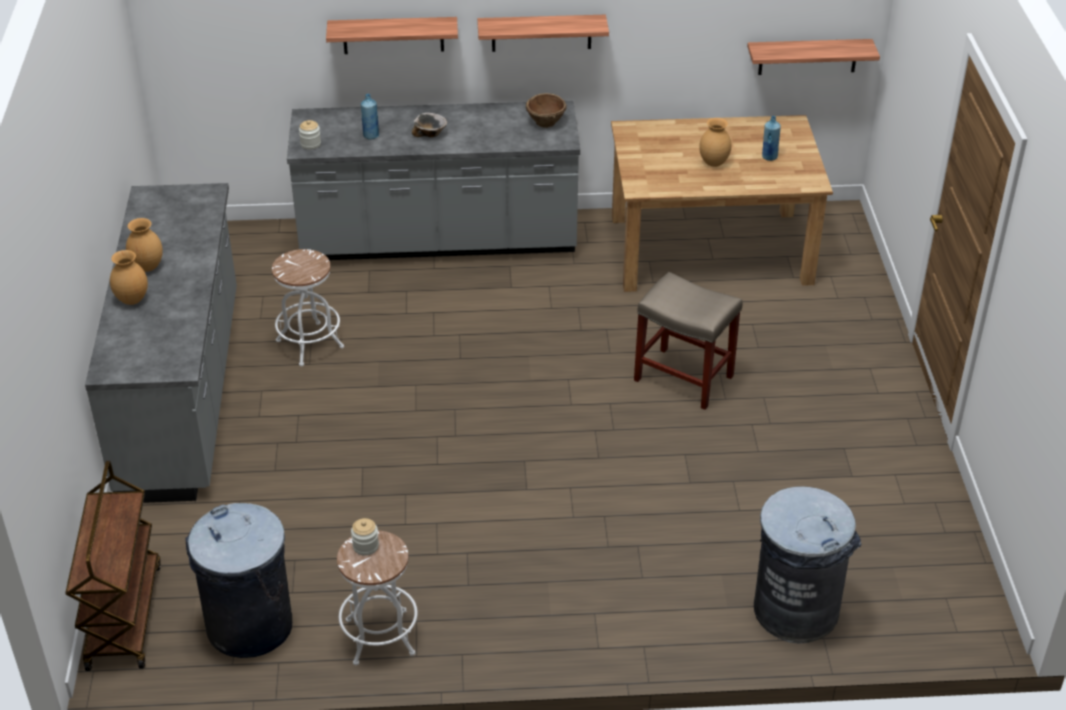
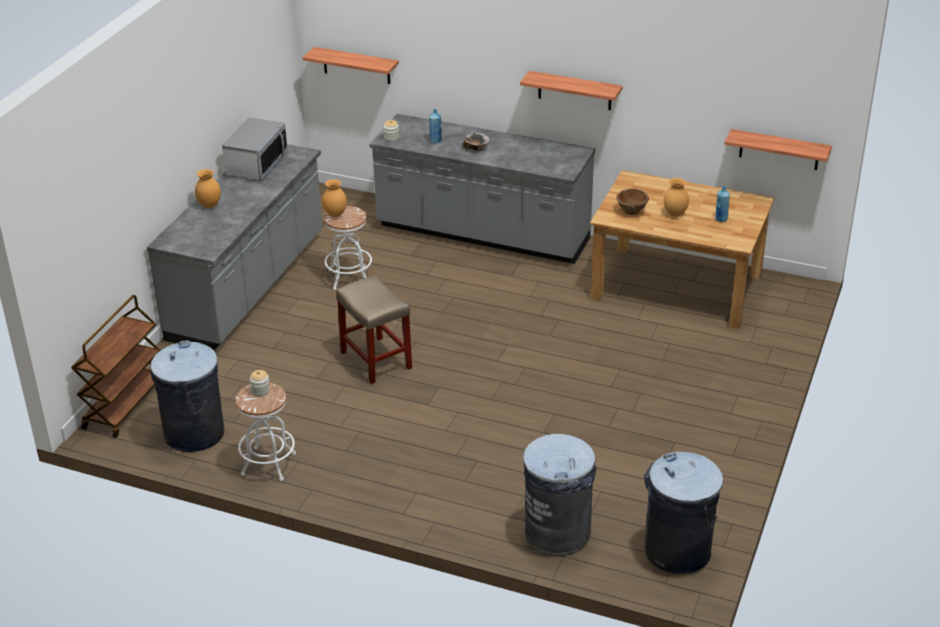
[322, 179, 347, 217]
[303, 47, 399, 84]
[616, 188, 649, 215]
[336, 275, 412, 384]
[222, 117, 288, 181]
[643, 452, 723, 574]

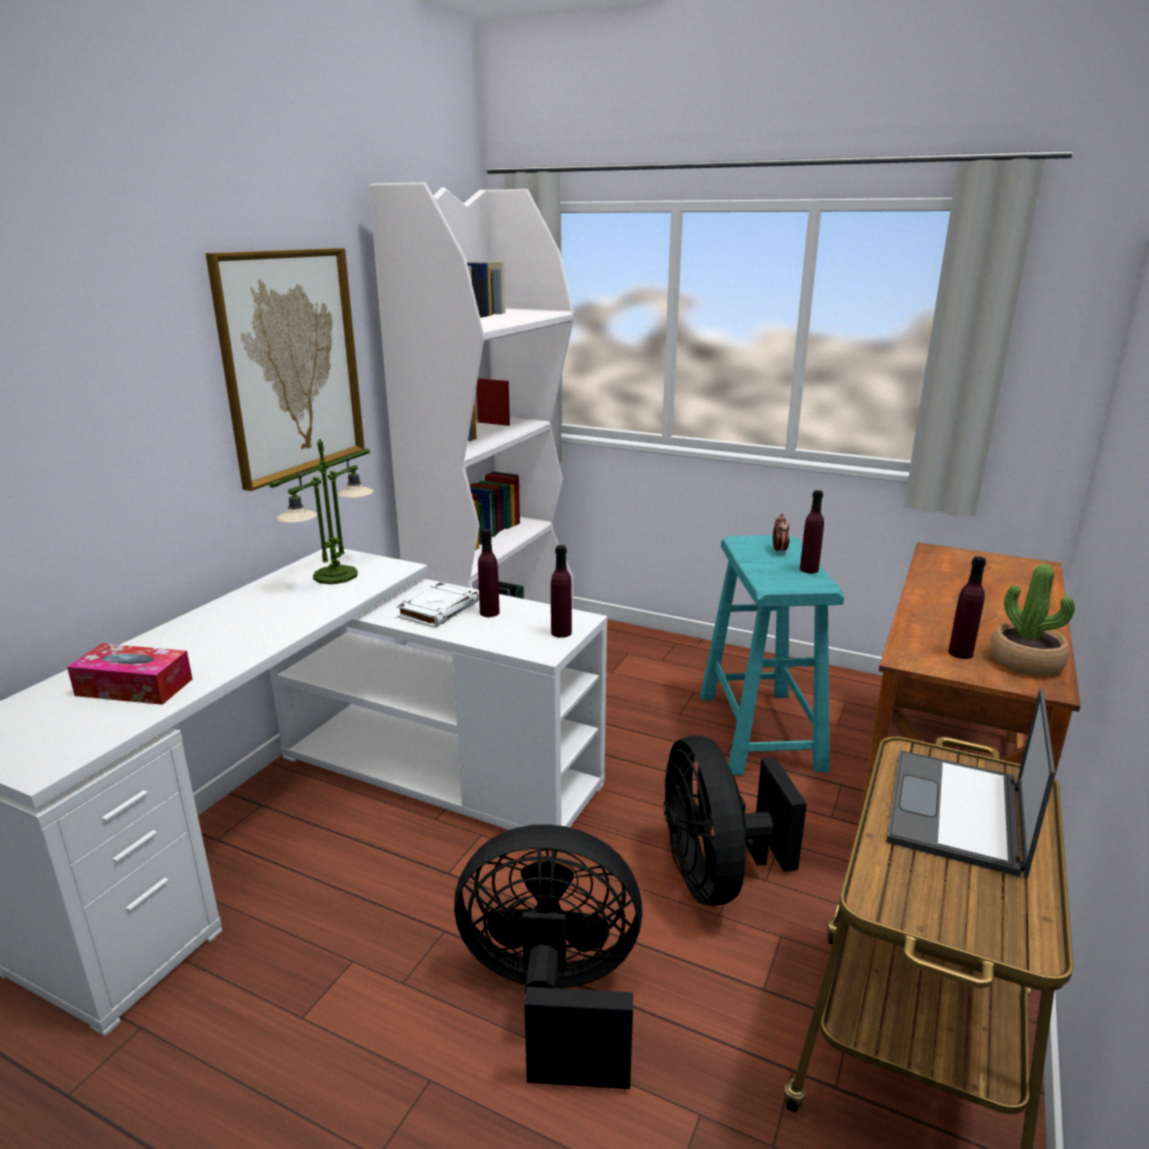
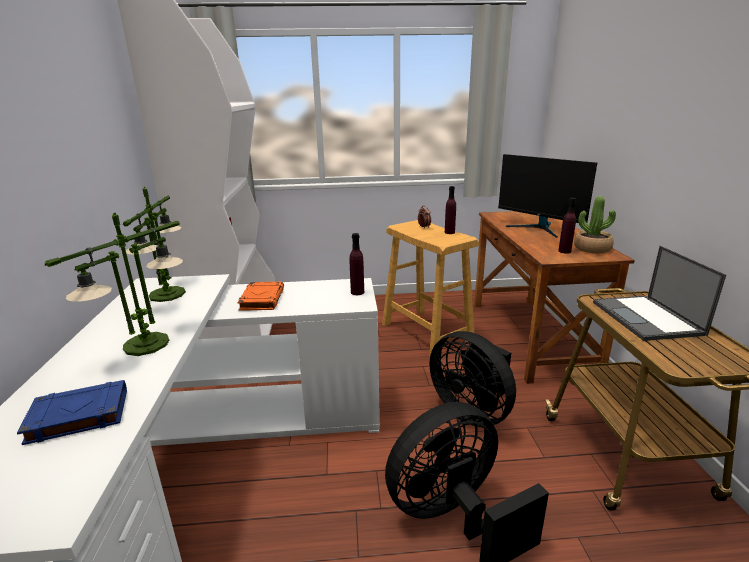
[17, 380, 127, 445]
[206, 248, 365, 491] (first image)
[237, 282, 284, 311]
[478, 529, 500, 617] (first image)
[382, 220, 479, 356]
[45, 213, 183, 356]
[498, 154, 597, 238]

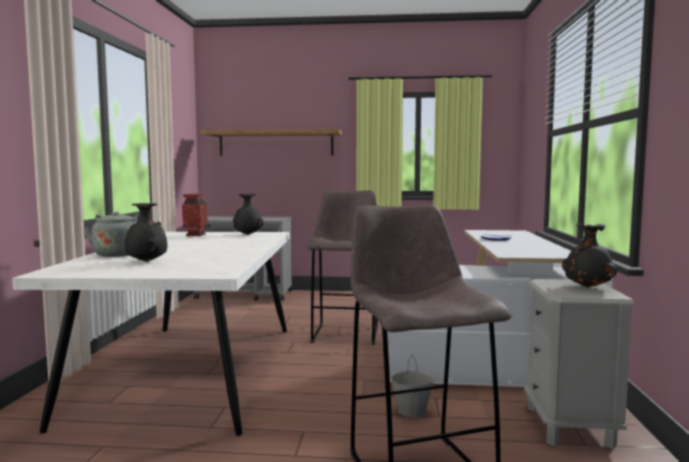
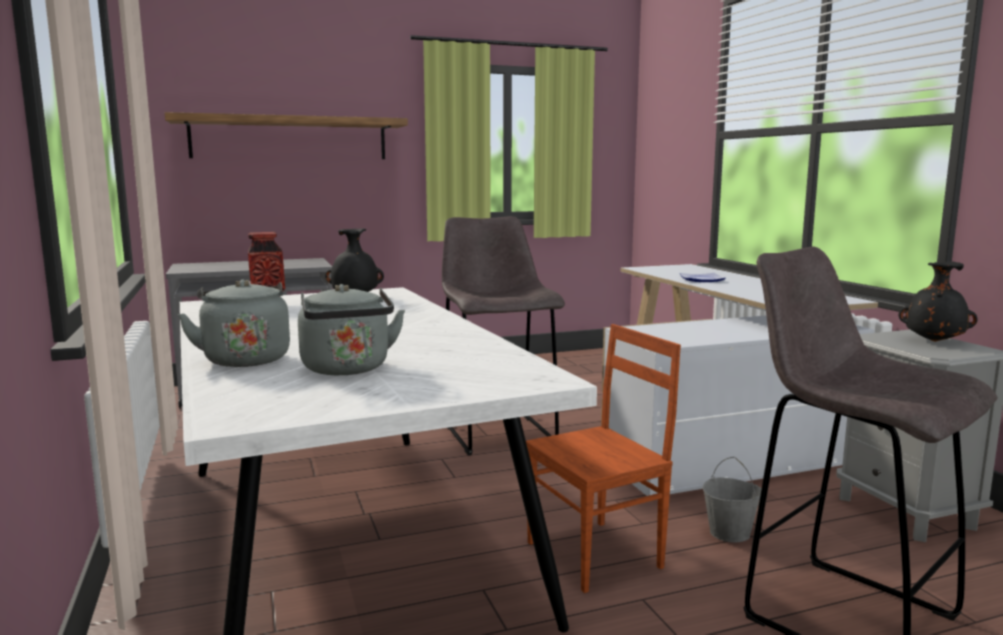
[298, 284, 405, 375]
[526, 324, 681, 593]

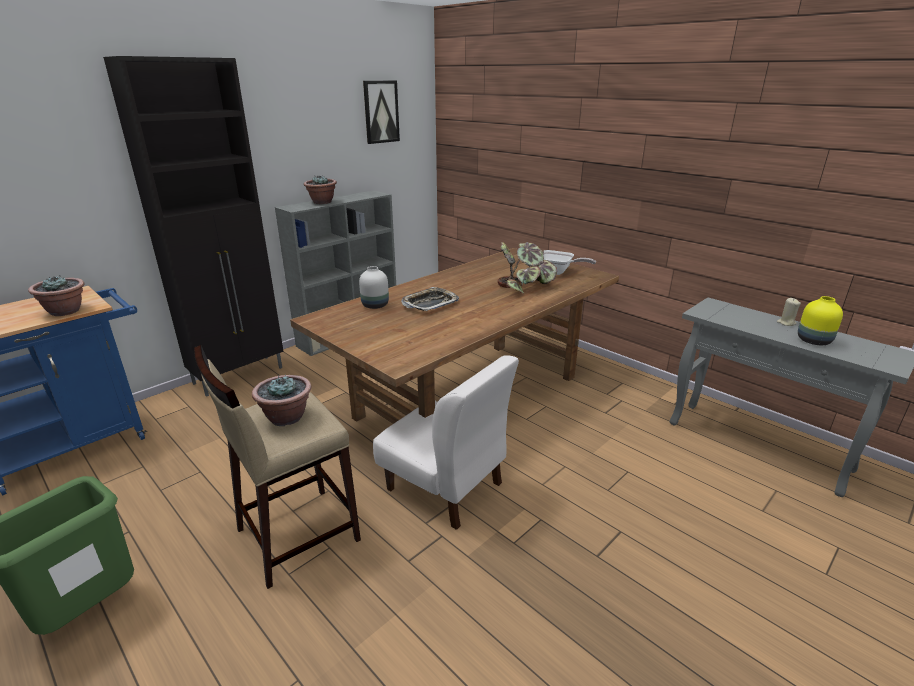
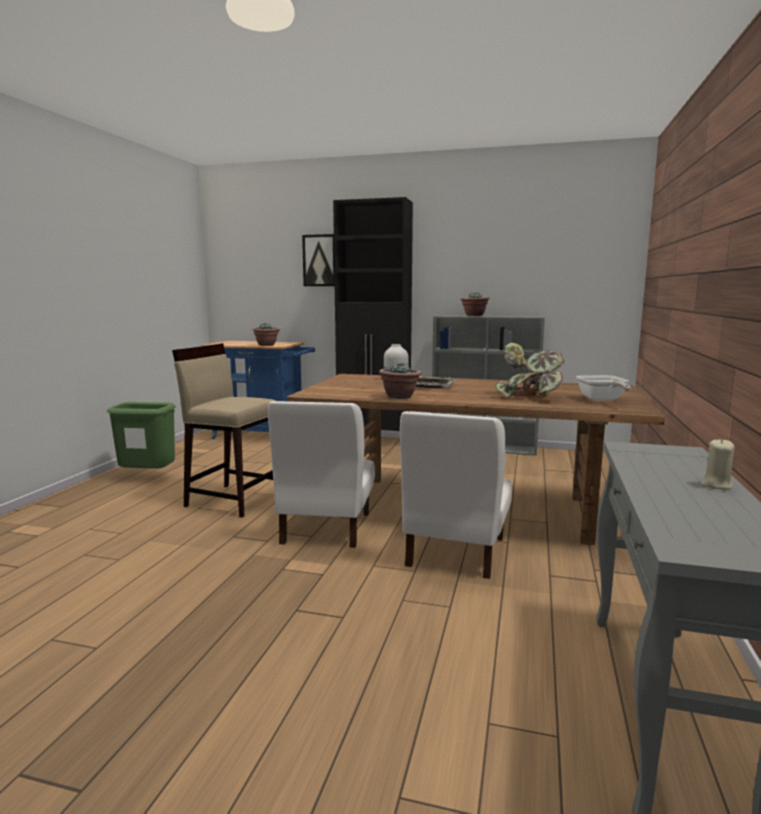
[379, 362, 422, 399]
[302, 234, 335, 286]
[798, 296, 843, 345] (first image)
[400, 411, 512, 579]

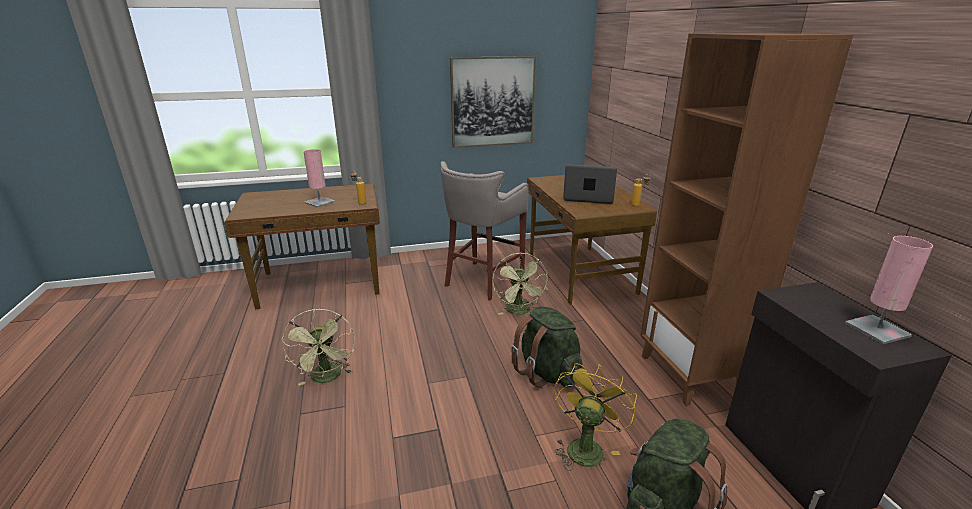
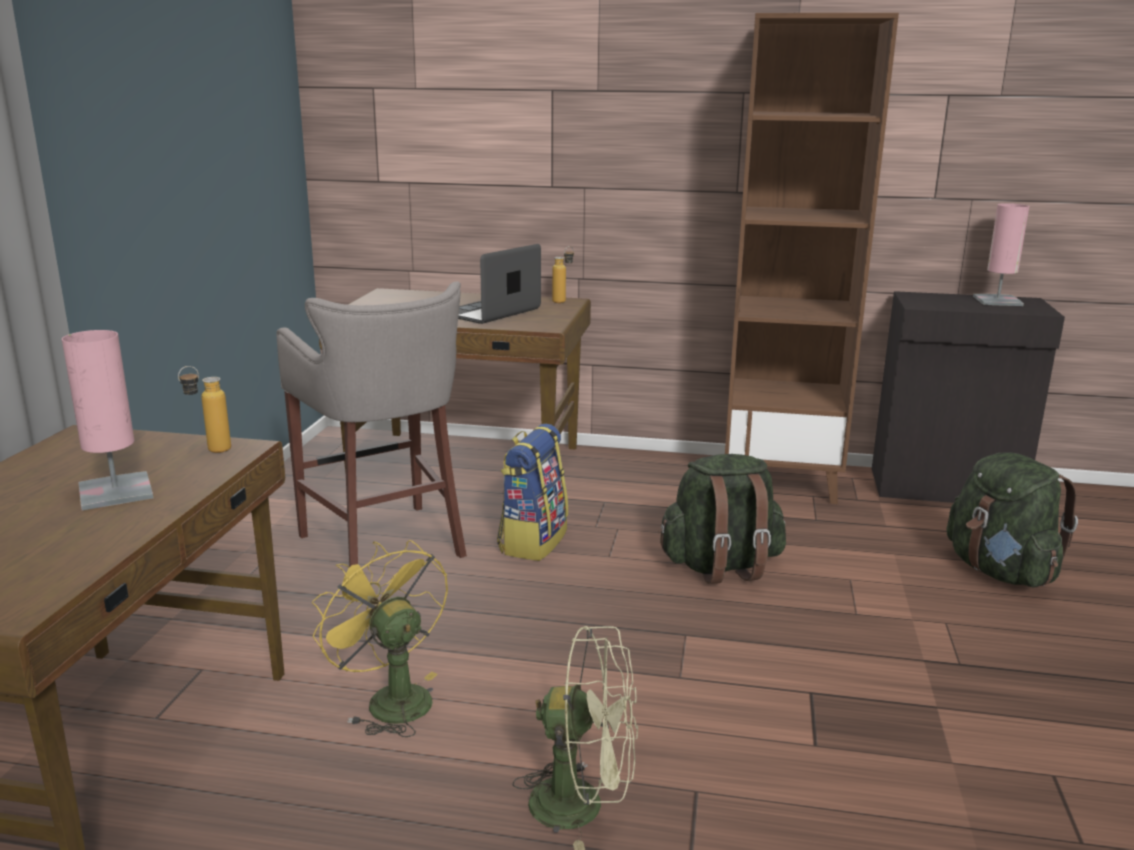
[450, 56, 536, 148] (first image)
[497, 424, 568, 561]
[312, 540, 448, 737]

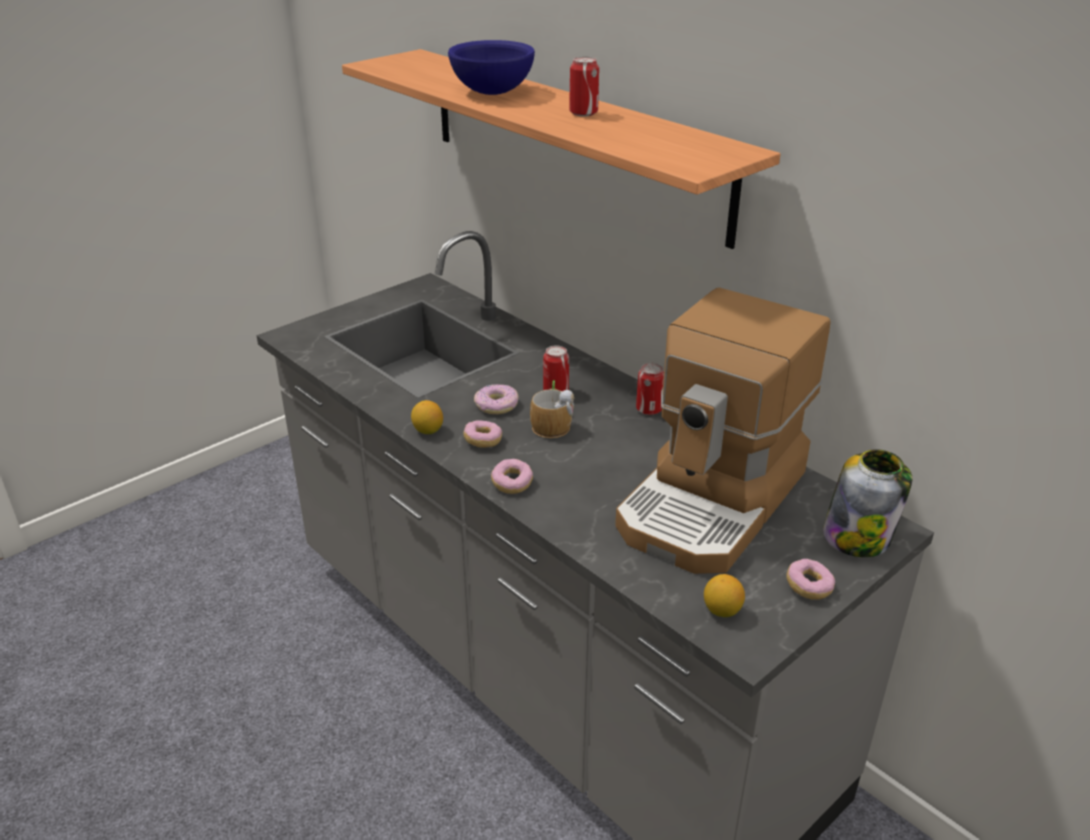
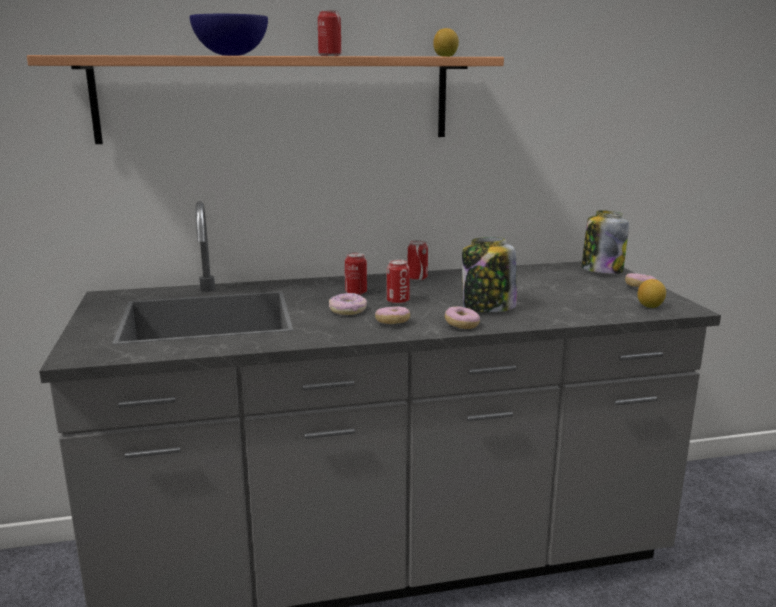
[433, 28, 459, 57]
[387, 259, 410, 304]
[615, 287, 831, 574] (first image)
[462, 237, 517, 312]

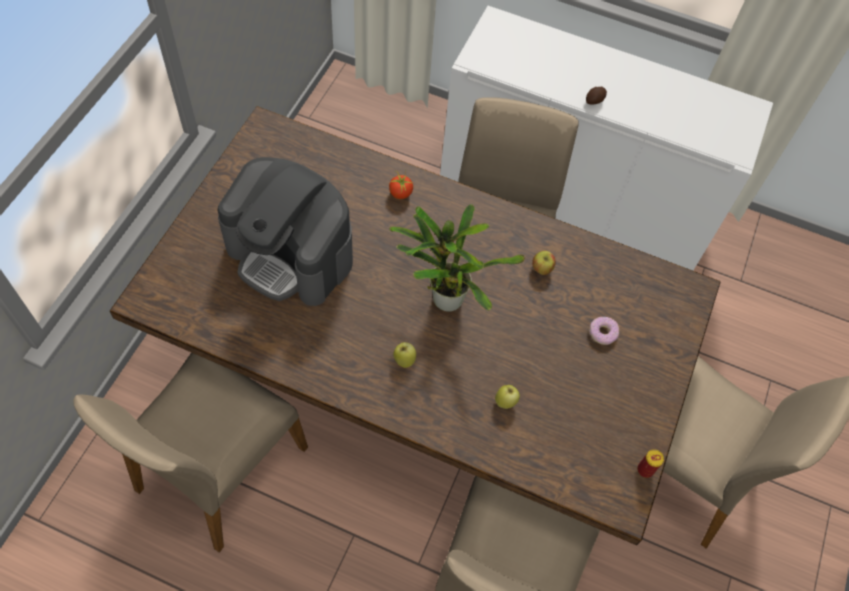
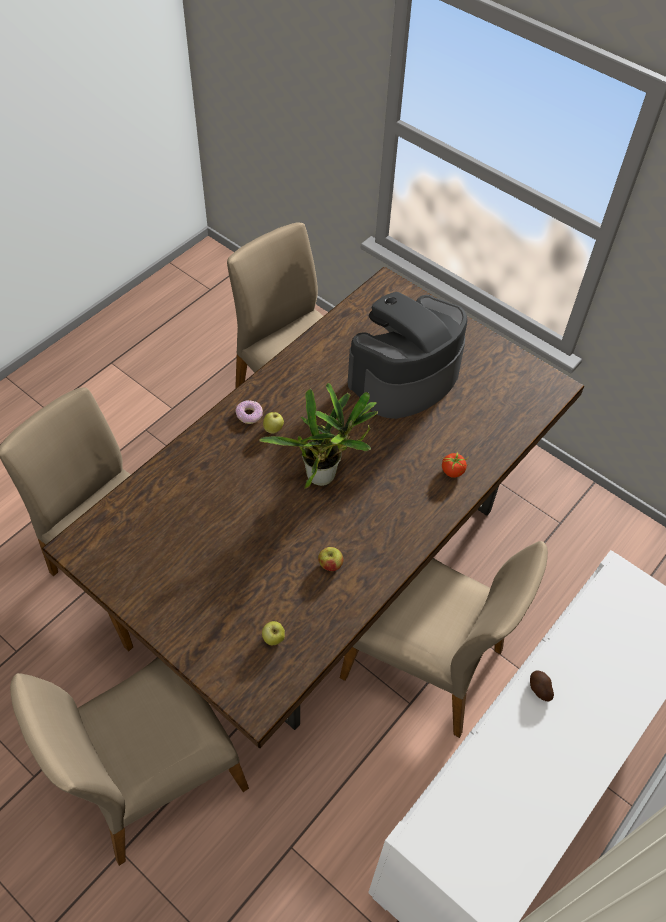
[262, 621, 285, 645]
[235, 400, 263, 424]
[637, 449, 664, 478] (first image)

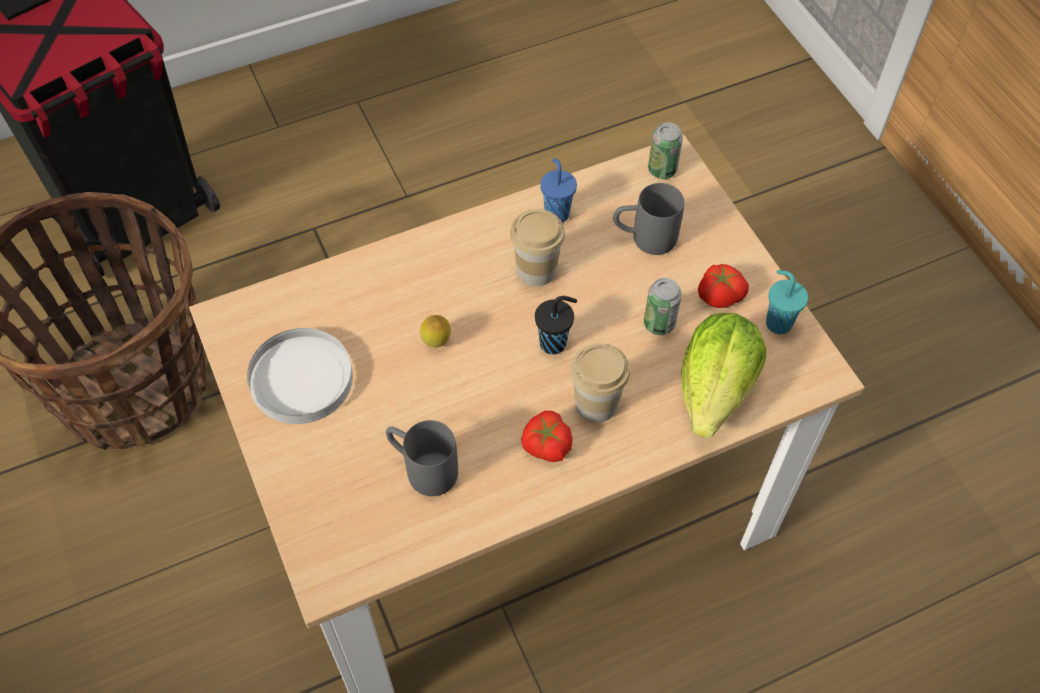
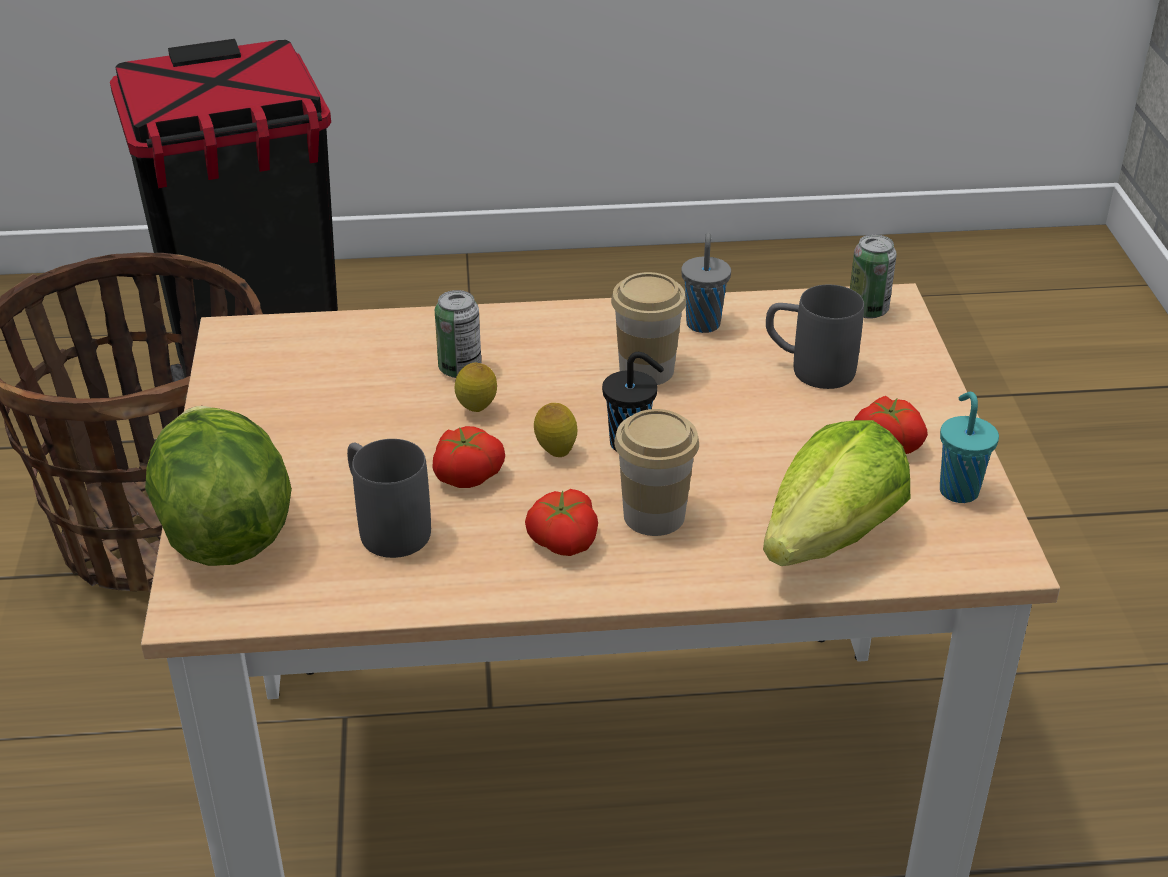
[247, 328, 353, 424] (first image)
[681, 232, 731, 333]
[435, 290, 481, 378]
[145, 406, 292, 566]
[432, 426, 505, 488]
[534, 403, 577, 457]

